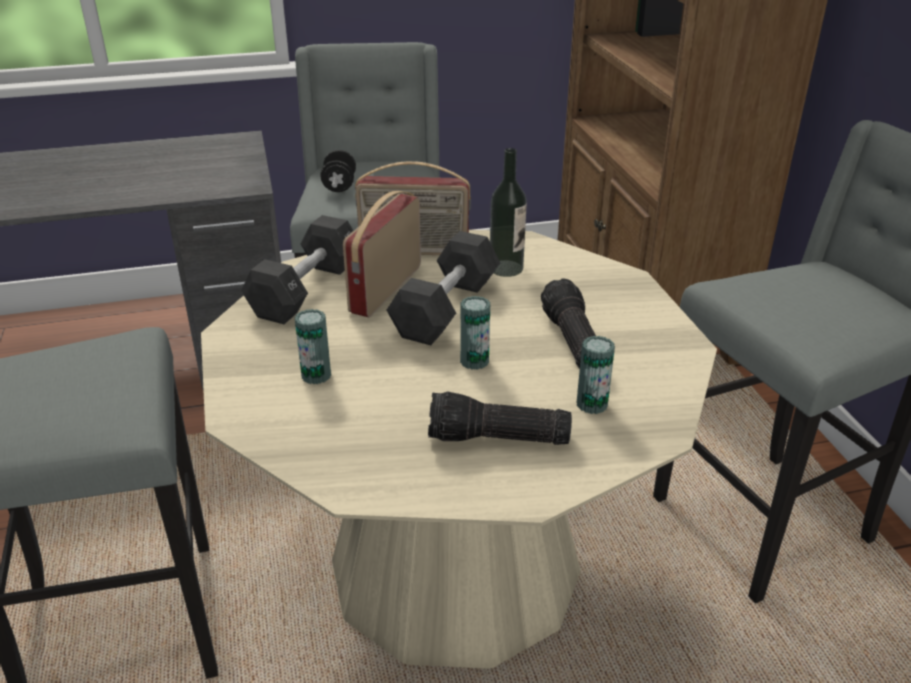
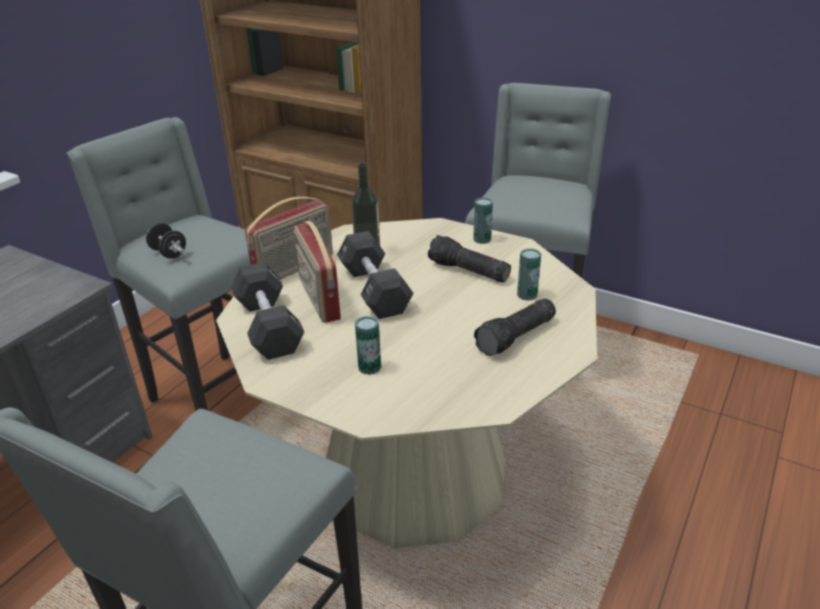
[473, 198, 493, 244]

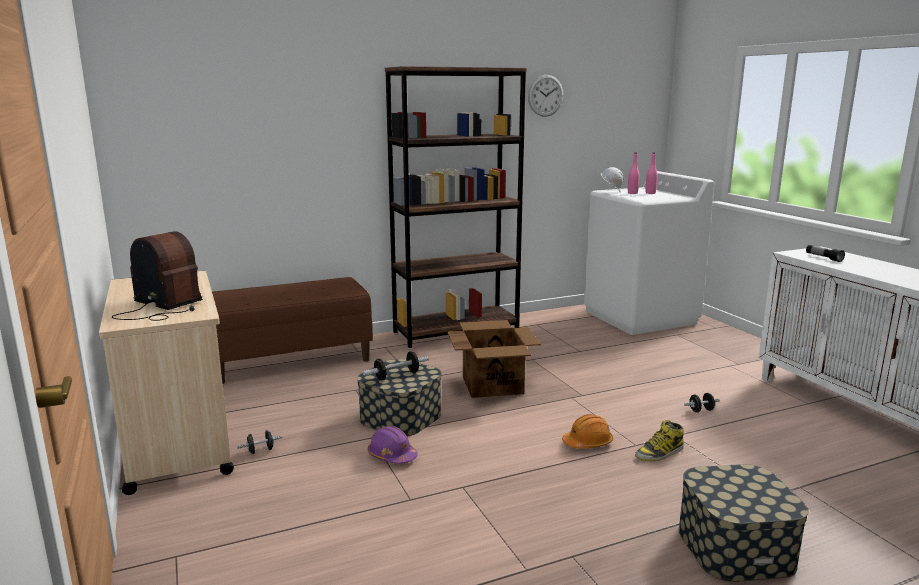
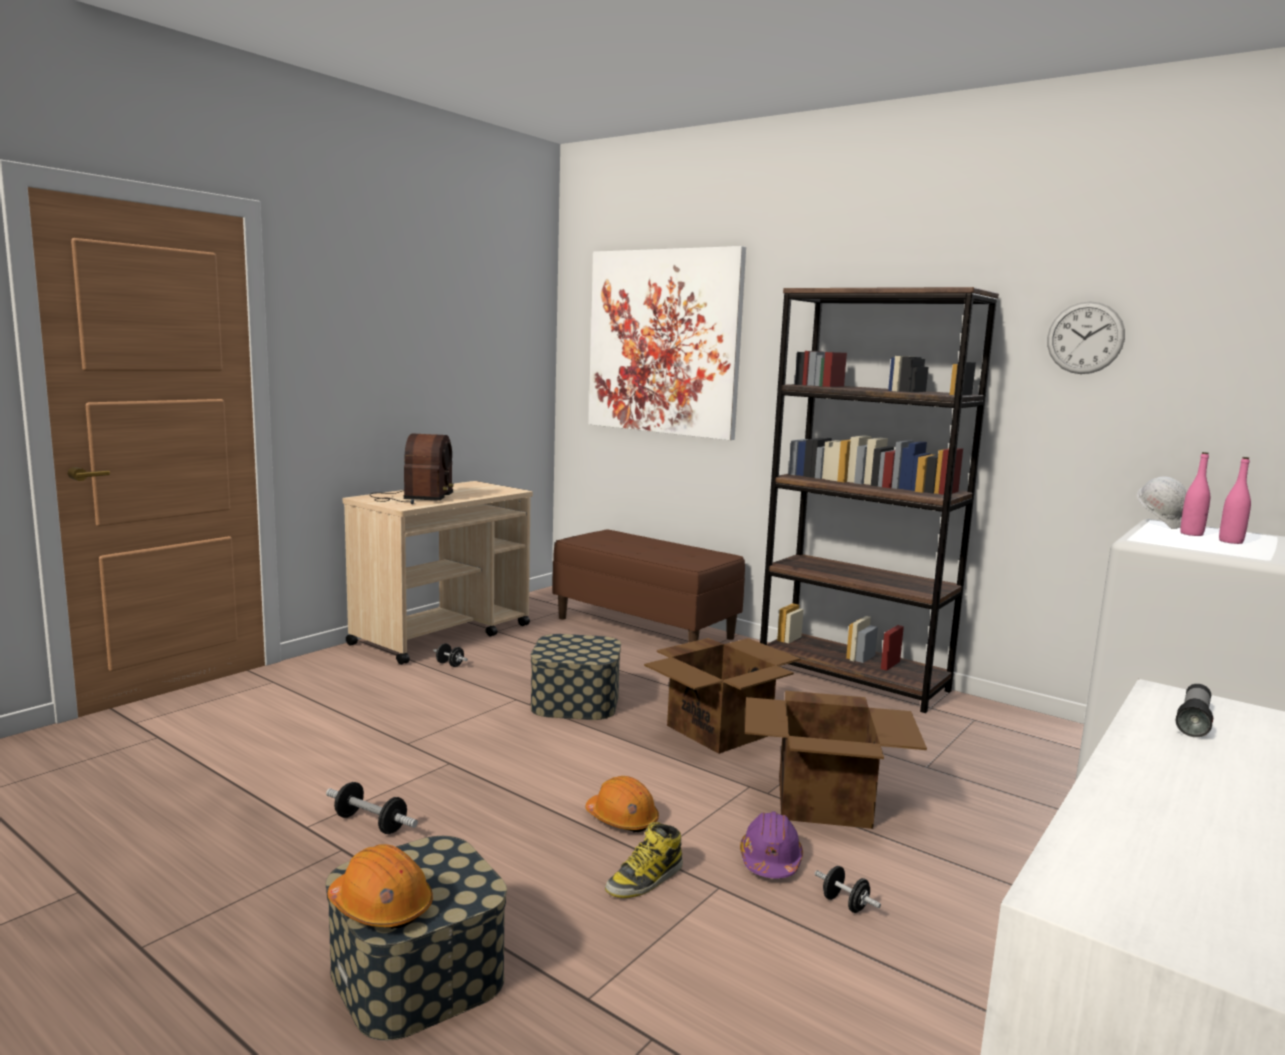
[326, 782, 418, 834]
[740, 811, 803, 879]
[605, 822, 683, 898]
[327, 844, 433, 929]
[589, 246, 746, 440]
[745, 691, 927, 829]

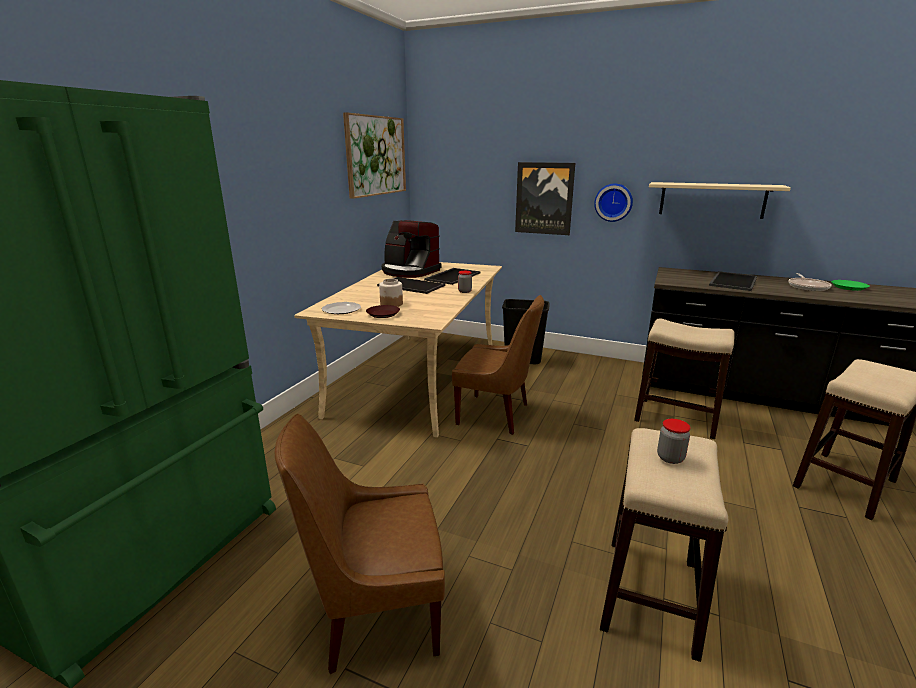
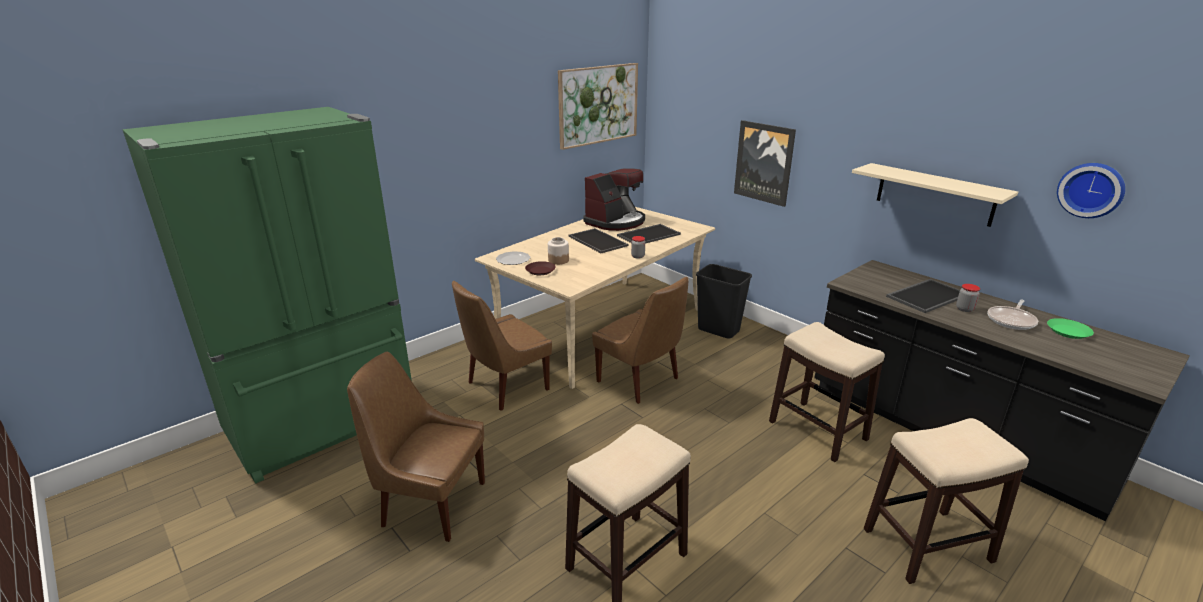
[583, 168, 645, 231]
[1057, 163, 1125, 218]
[956, 284, 980, 312]
[452, 280, 552, 411]

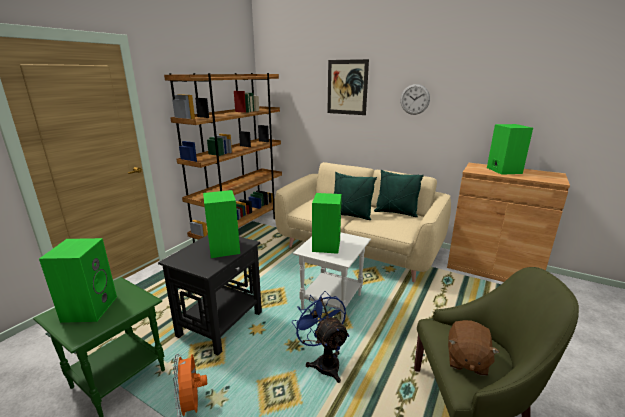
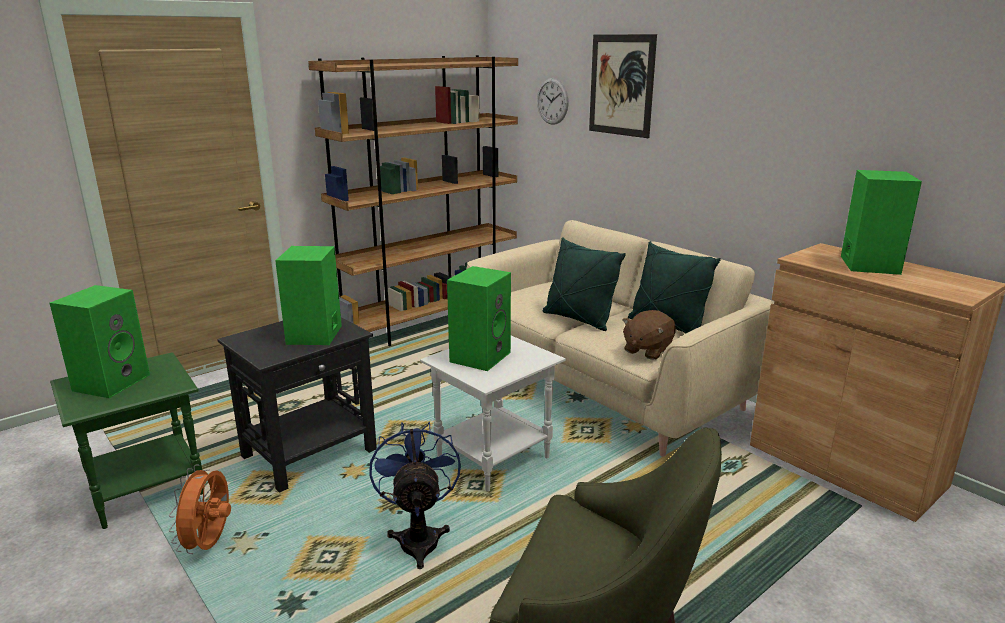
[537, 78, 569, 125]
[623, 310, 676, 360]

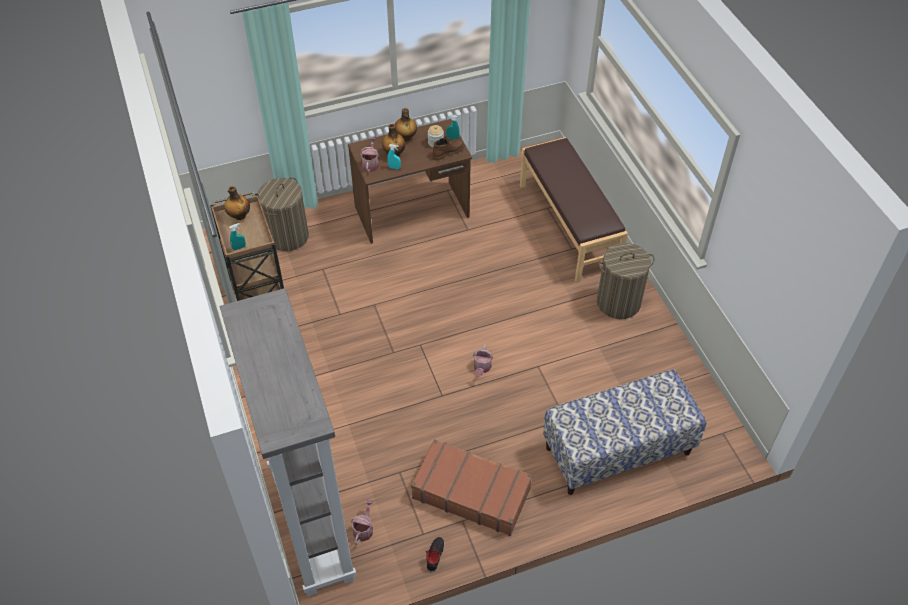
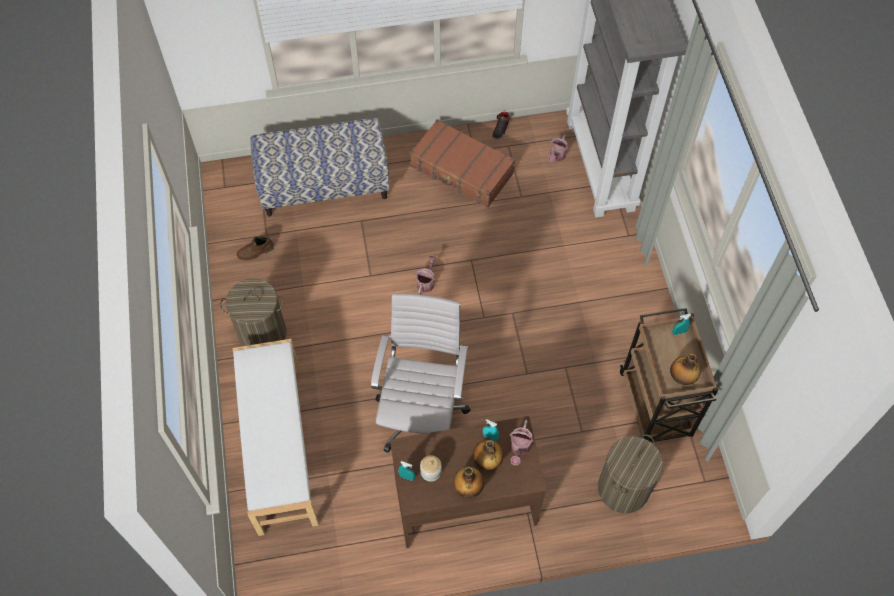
[237, 235, 274, 260]
[232, 339, 319, 536]
[371, 293, 471, 453]

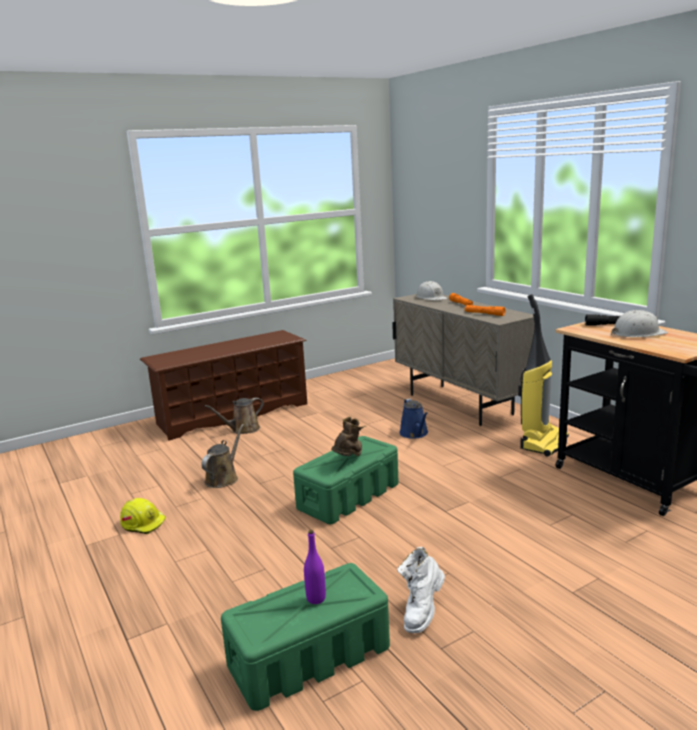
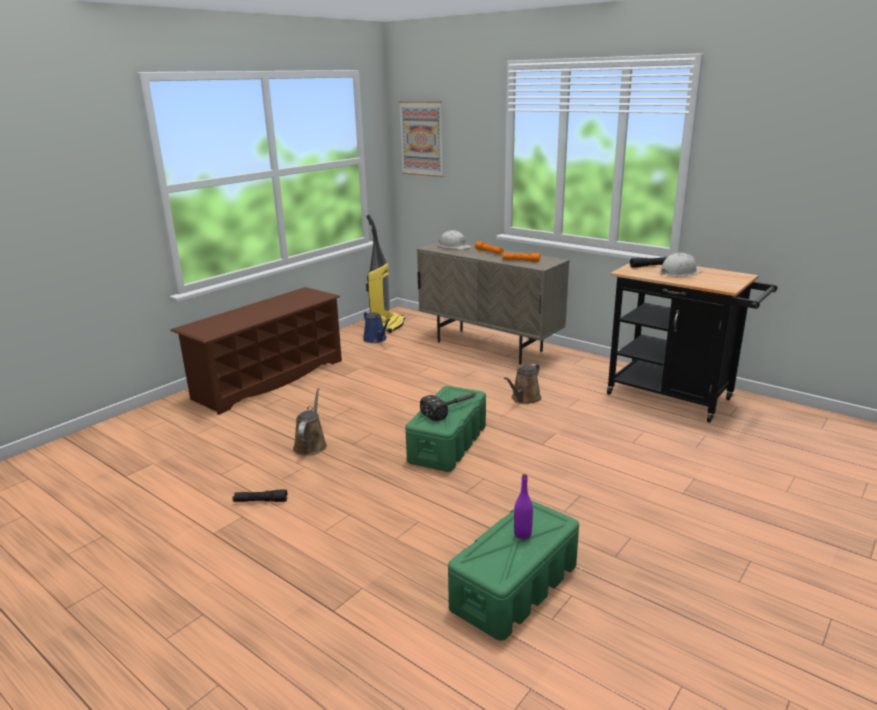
[232, 489, 288, 502]
[504, 363, 541, 404]
[420, 393, 477, 421]
[397, 547, 445, 633] (first image)
[363, 311, 390, 343]
[366, 215, 405, 333]
[399, 101, 443, 177]

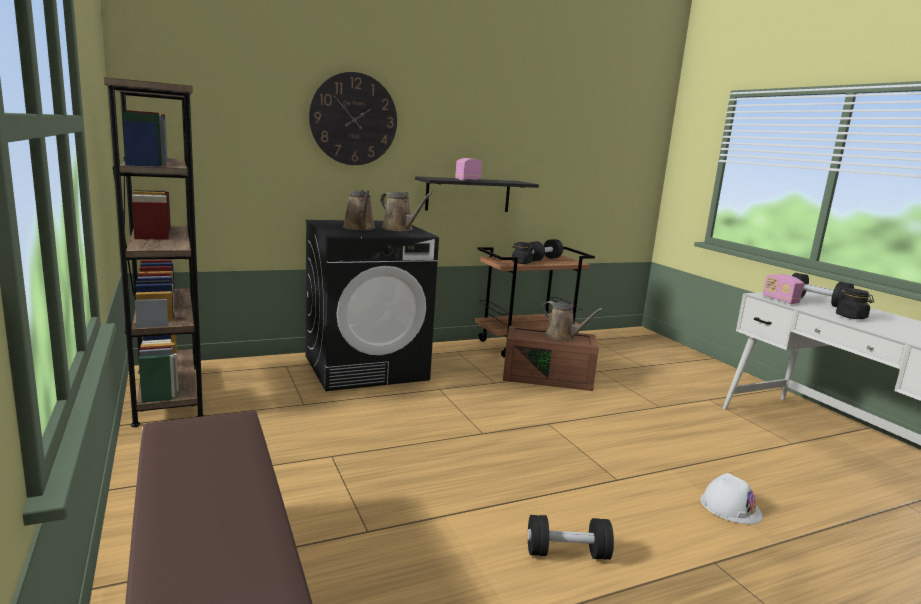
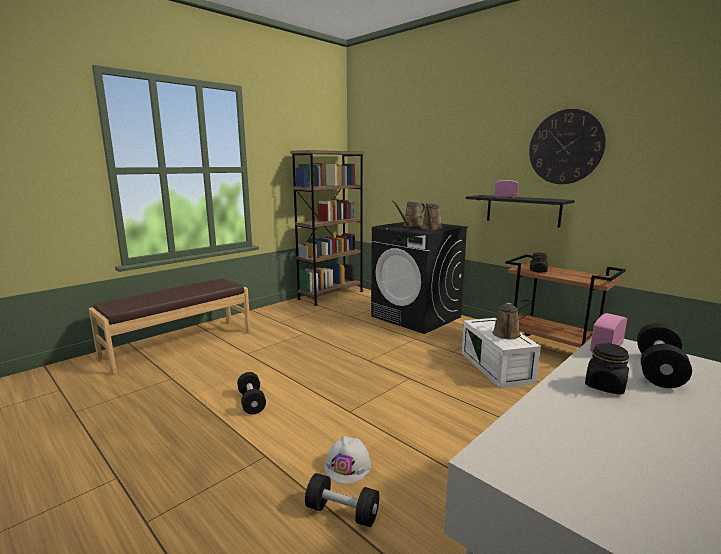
[529, 109, 606, 184]
[462, 318, 541, 389]
[305, 473, 379, 527]

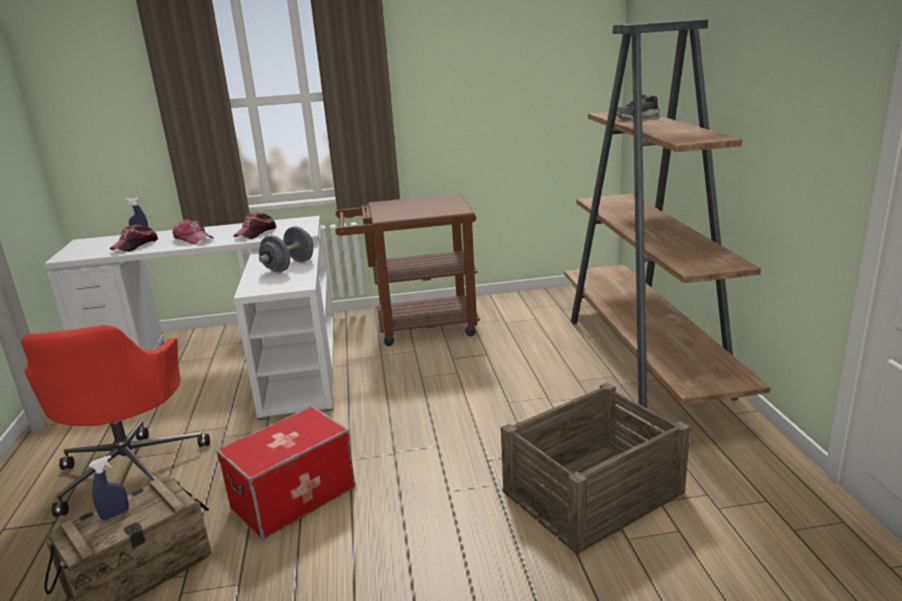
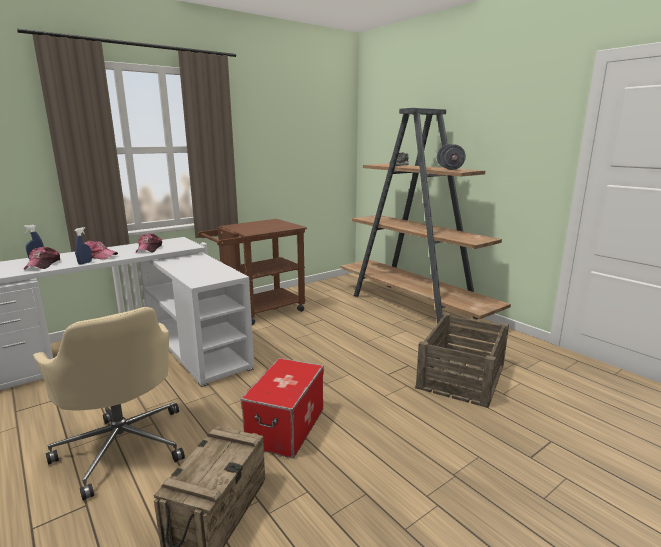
[33, 307, 185, 501]
[75, 227, 92, 265]
[437, 144, 466, 170]

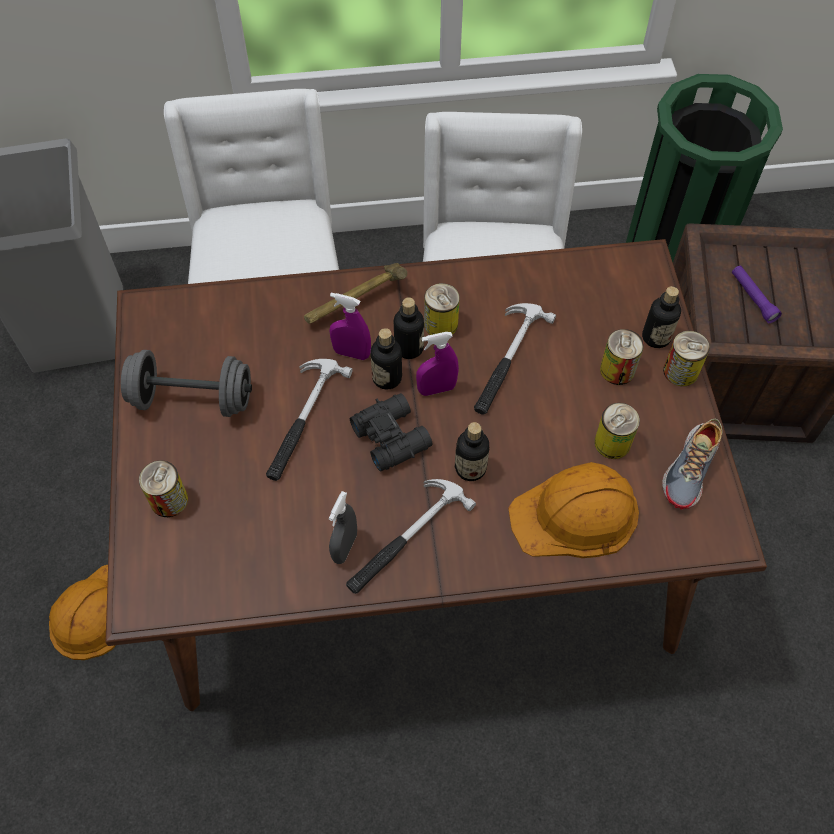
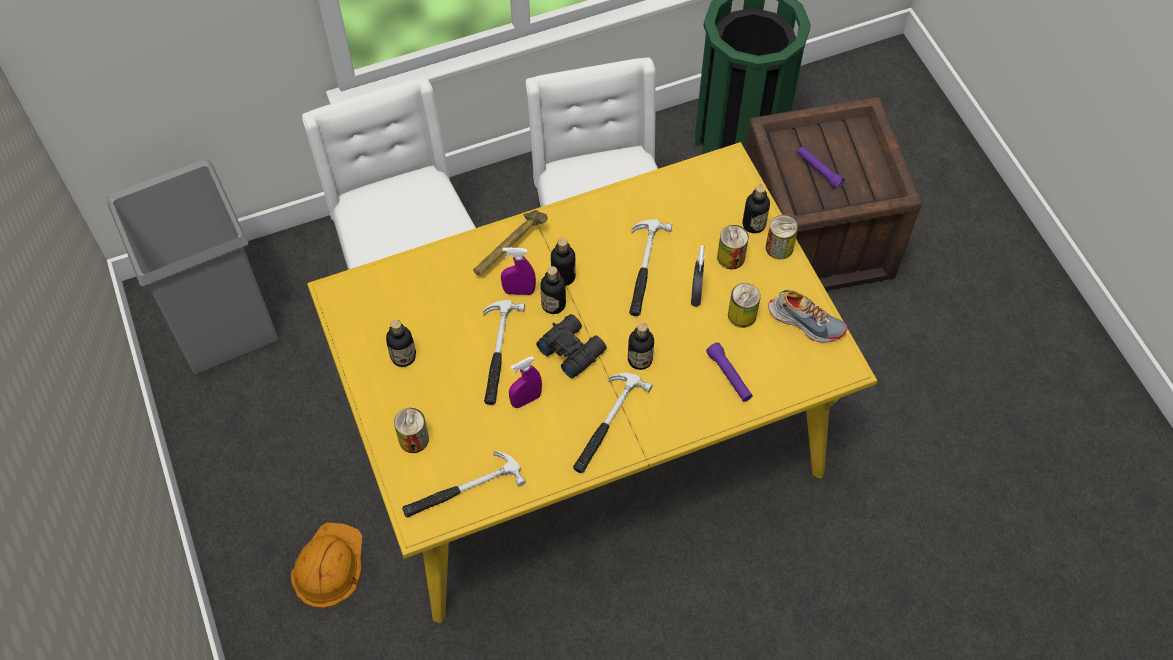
[307, 142, 877, 623]
[386, 320, 416, 367]
[691, 246, 704, 307]
[509, 356, 542, 408]
[424, 283, 460, 335] (first image)
[706, 342, 753, 402]
[768, 290, 848, 343]
[402, 451, 526, 517]

